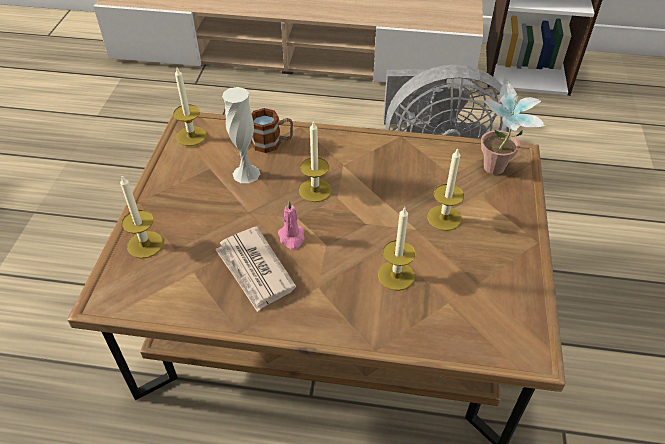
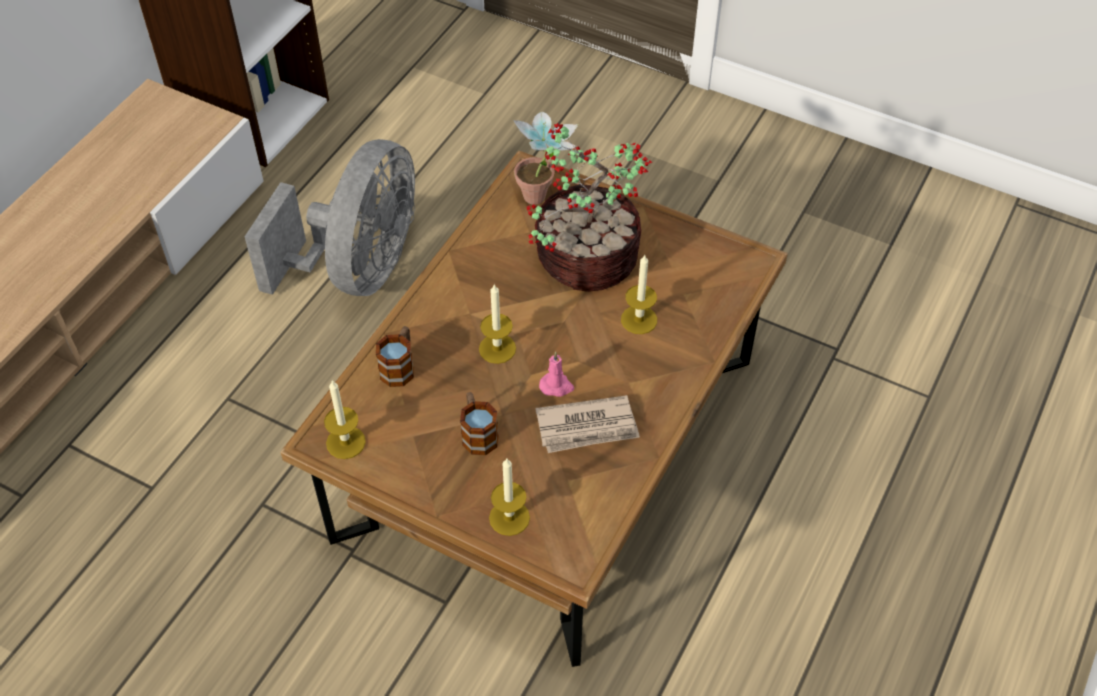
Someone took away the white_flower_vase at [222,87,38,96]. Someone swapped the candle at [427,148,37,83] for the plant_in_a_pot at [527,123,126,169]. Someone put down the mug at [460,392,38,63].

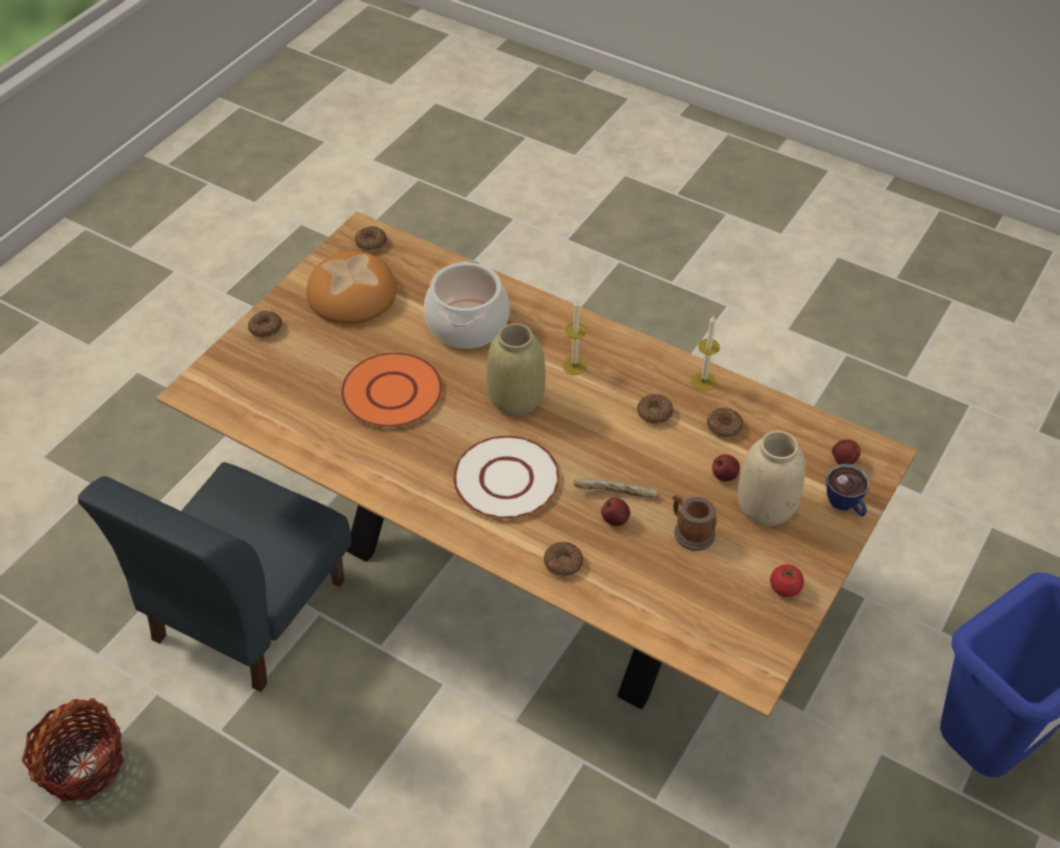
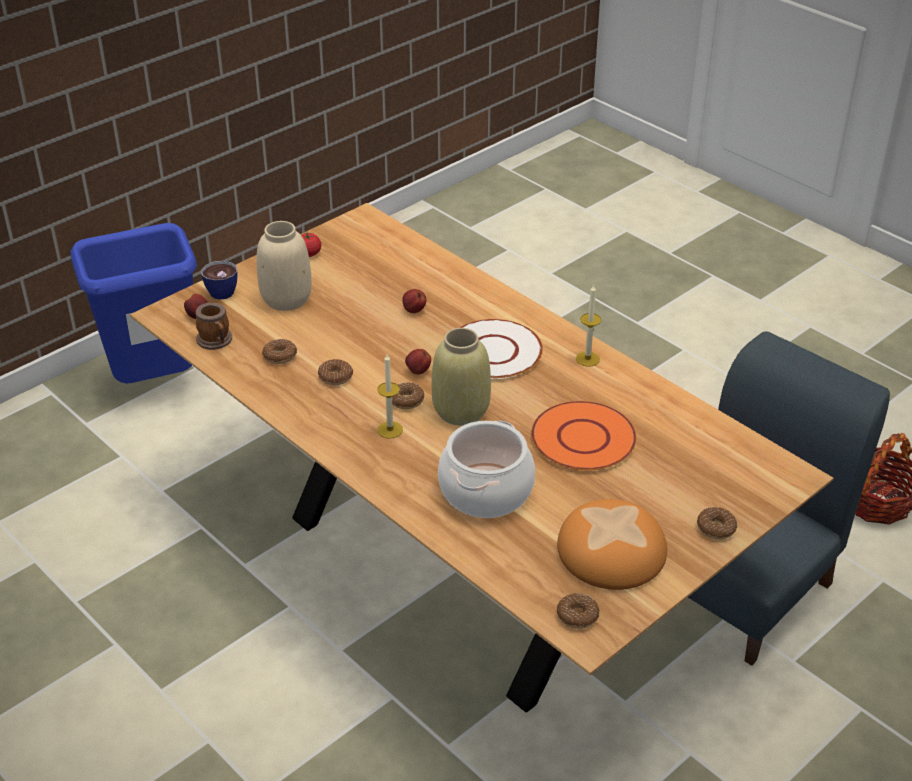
Someone carried the doughnut from [544,542,39,35] to [392,382,32,27]. Someone took away the baked_bread at [574,478,85,20]. Someone carried the mug from [673,495,44,56] to [196,303,36,47]. Someone carried the candle from [692,315,28,76] to [576,284,25,83]. Someone carried the apple from [712,454,28,27] to [405,349,26,26].

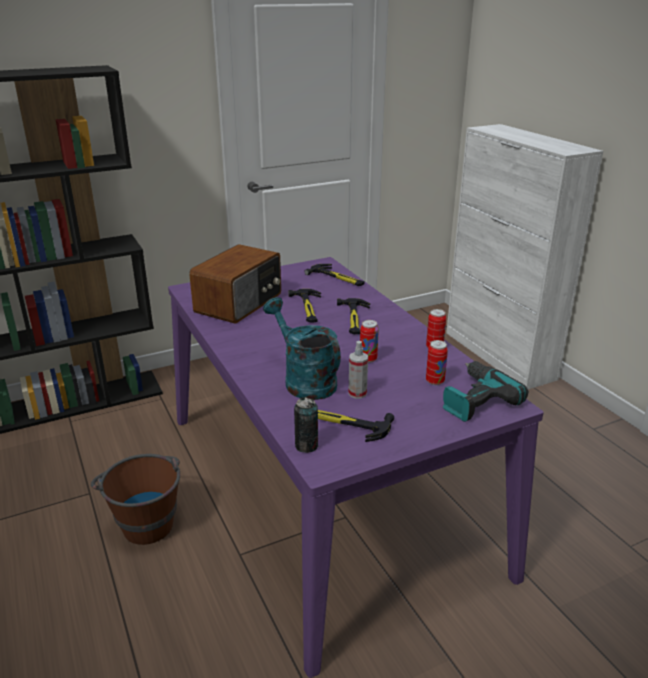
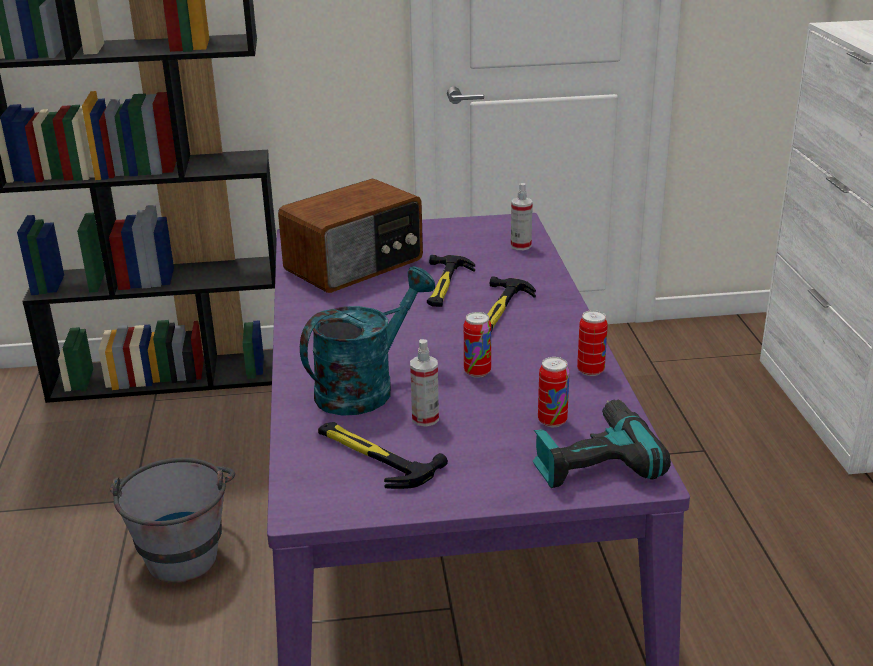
Someone repainted the brown_water_bucket at [91,454,89,91], which became the greyish_water_bucket at [110,457,125,126]. Someone rotated the turquoise-coloured_sprinkling_can at [263,297,78,103] by 60 degrees clockwise. Someone took away the can at [294,397,24,56]. Someone swapped the tool_hammer at [304,264,61,22] for the hand_sprayer at [511,183,22,67].

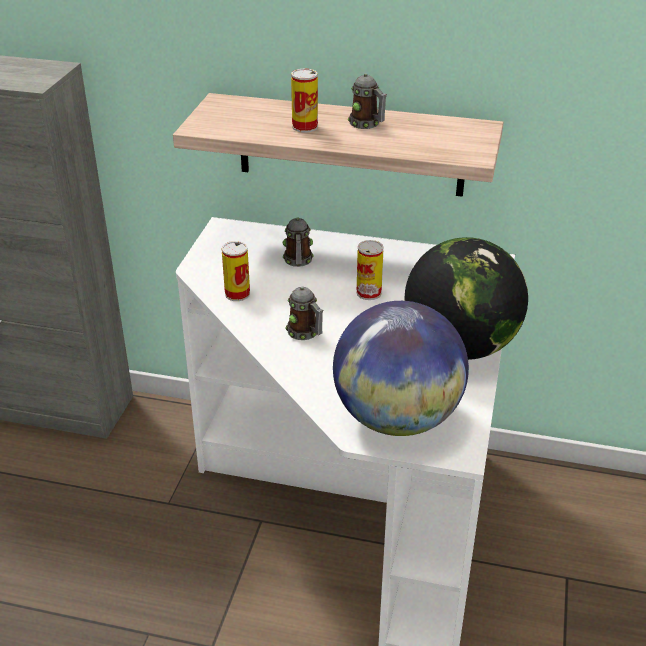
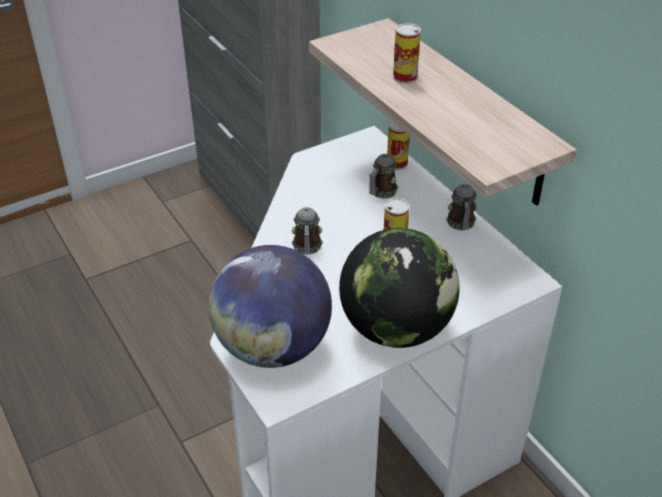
Someone carried the can from [222,241,28,60] to [387,121,23,49]. Someone carried the mug from [348,73,39,56] to [446,184,32,46].

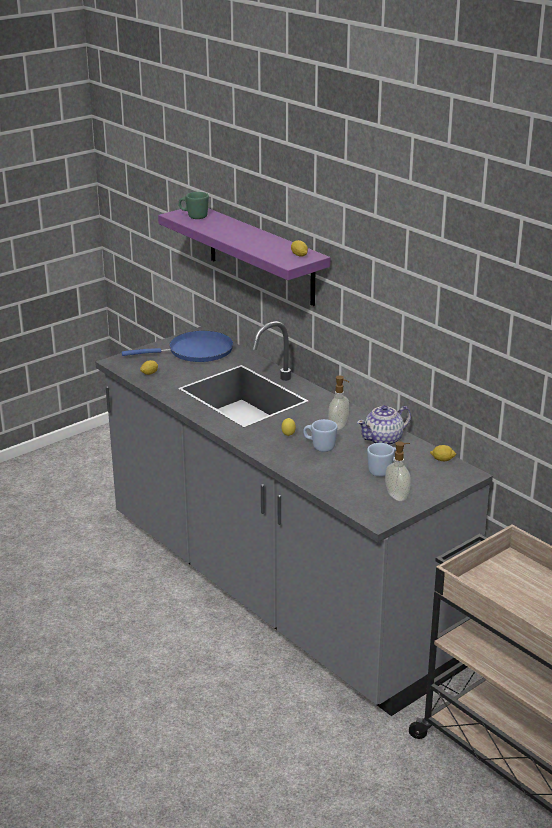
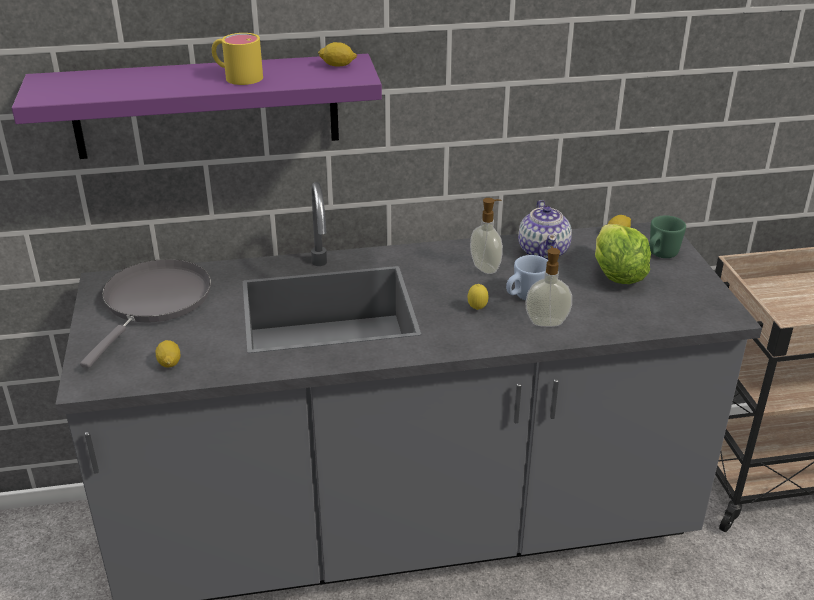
Someone repainted the blue-coloured_frying_pan at [122,331,112,31], which became the greyish_frying_pan at [80,259,131,109]. Someone carried the green_mug from [179,192,30,27] to [649,215,37,43]. Someone swapped the blue-coloured_mug at [367,443,29,34] for the lettuce_head at [595,224,56,60]. Someone carried the liquid_soap_bottle from [385,441,26,60] to [525,246,47,81]. Someone put down the yellow_mug at [212,33,51,52].

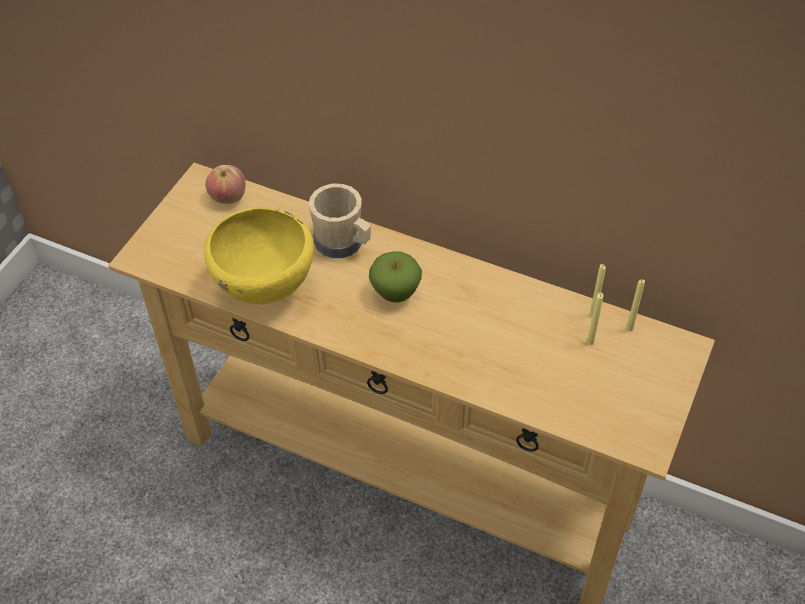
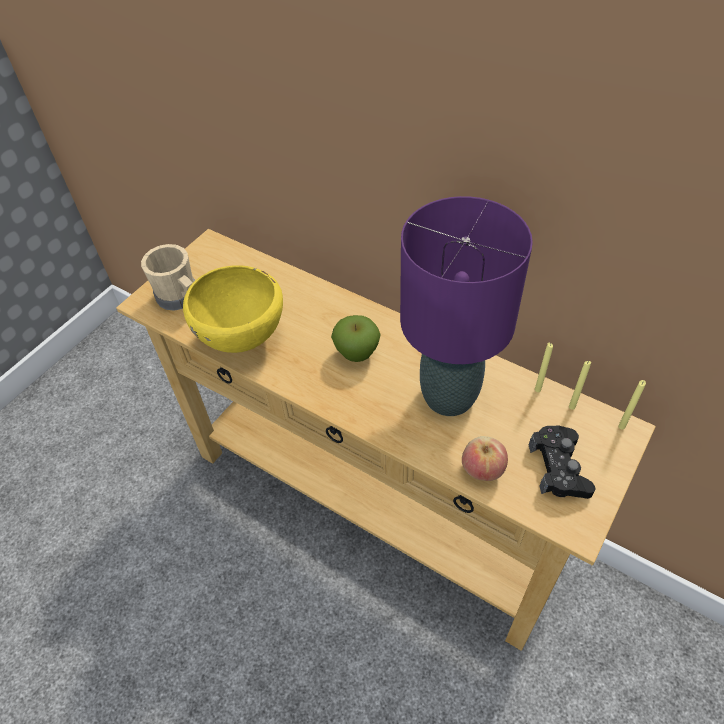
Someone carried the apple from [205,165,41,39] to [462,436,46,45]. Someone carried the beige_mug from [309,184,62,74] to [141,244,54,67]. Someone carried the yellow_candle from [587,292,16,53] to [618,380,28,50]. Someone put down the purple-coloured_table_lamp at [400,196,133,220]. Someone put down the black_game_controller at [529,425,67,74].

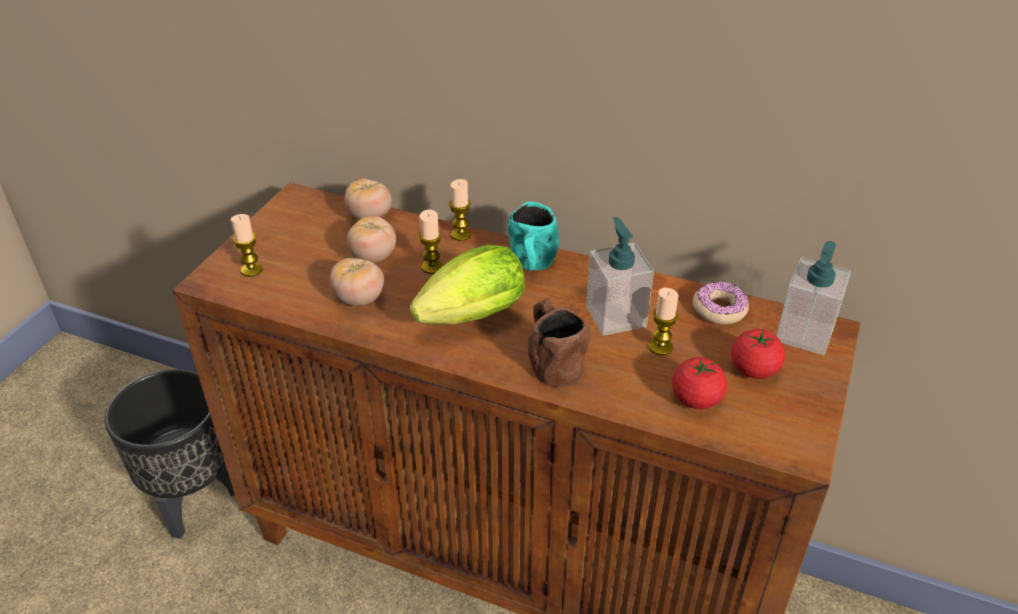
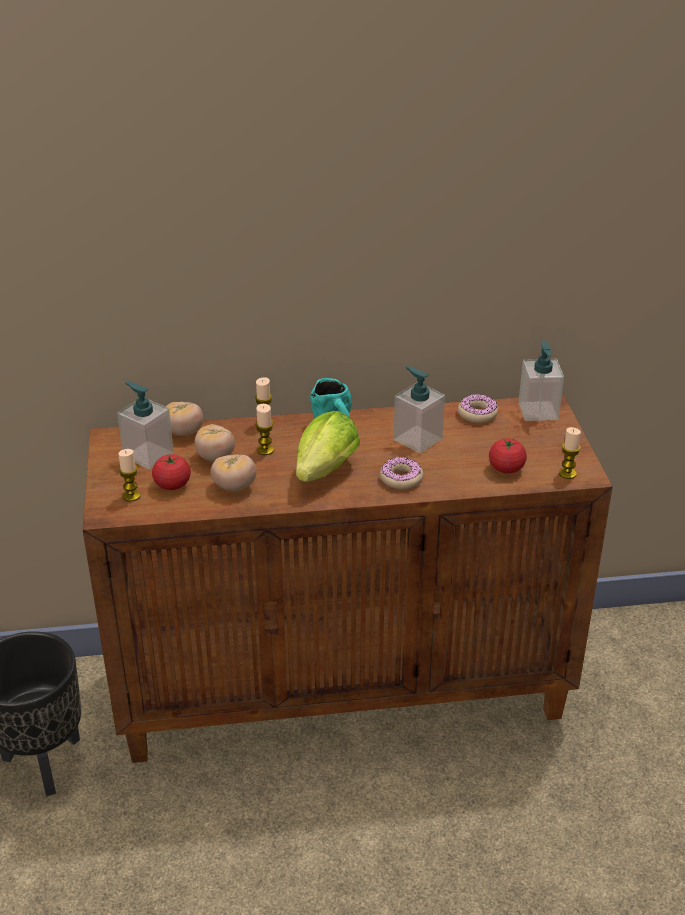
Someone swapped the brown_mug at [528,298,62,89] for the doughnut at [380,457,43,32]. Someone carried the candle from [649,288,29,67] to [559,427,22,52]. Someone carried the whole_tomato from [731,329,54,50] to [152,454,39,36]. Someone put down the liquid_soap_bottle at [117,382,57,87].

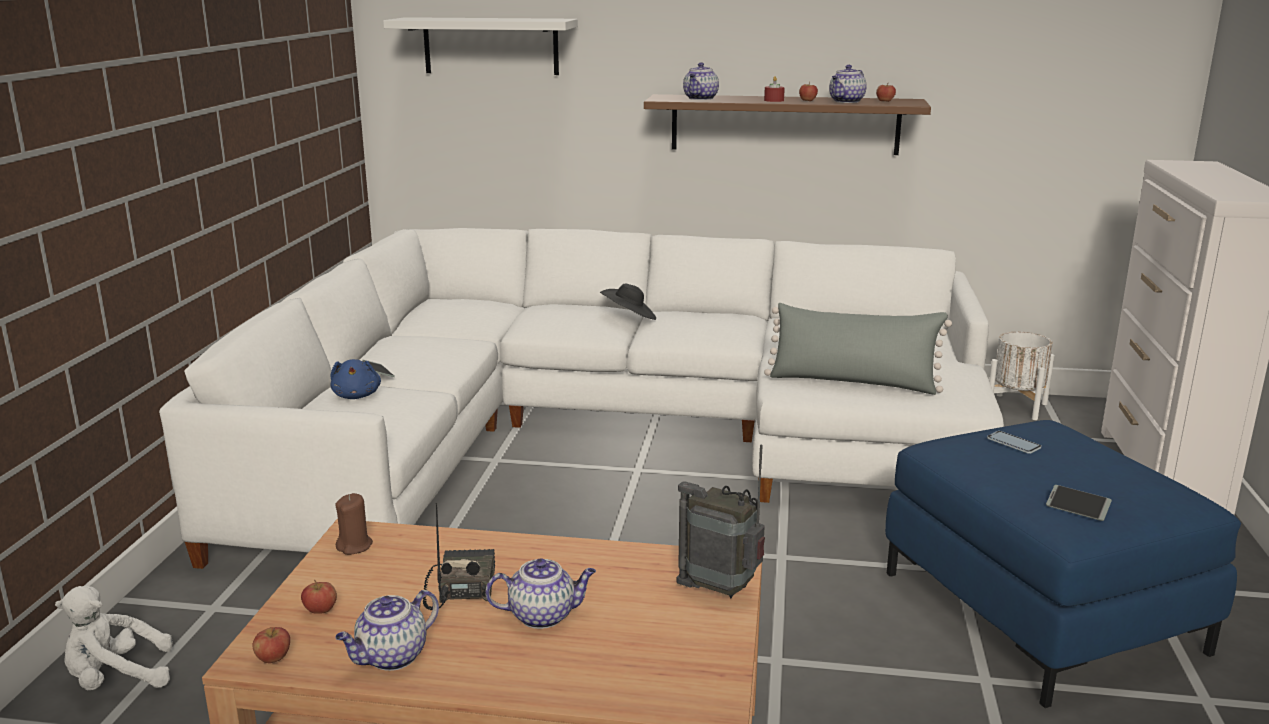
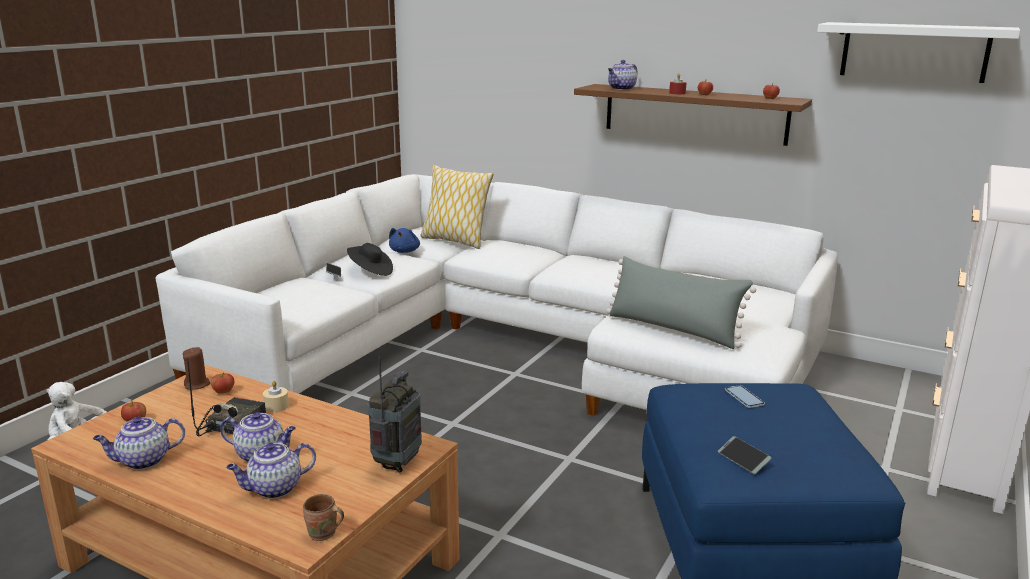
Someone carried the apple from [253,627,37,36] to [211,372,23,22]. Someone carried the blue-coloured_plush_toy from [330,359,51,40] to [389,228,31,25]. Someone carried the white_wall_shelf from [383,17,195,58] to [817,22,203,61]. Someone carried the black_hat from [600,283,56,37] to [347,243,46,33]. Someone rotated the radio at [676,444,89,154] by 60 degrees clockwise. Someone carried the tea_pot from [829,65,38,38] to [226,443,90,56]. Someone took away the white_plant_pot at [989,332,66,88]. Someone put down the beige_candle at [263,381,26,31]. Someone put down the brown_mug at [303,494,41,47]. Someone put down the cushion at [420,165,73,84].

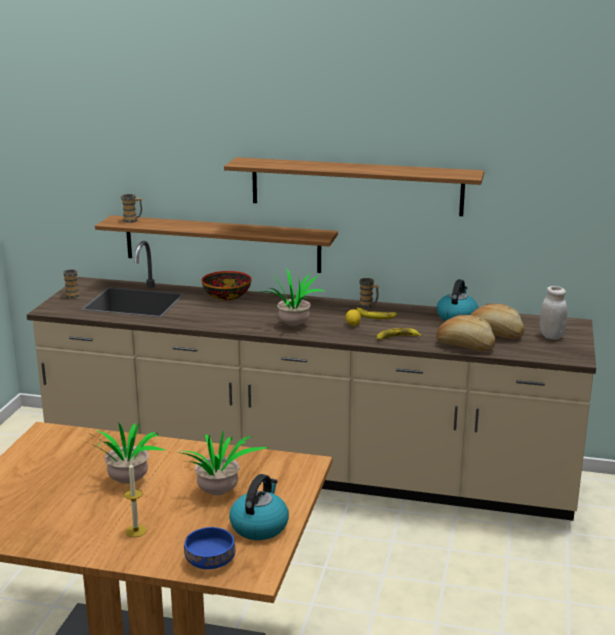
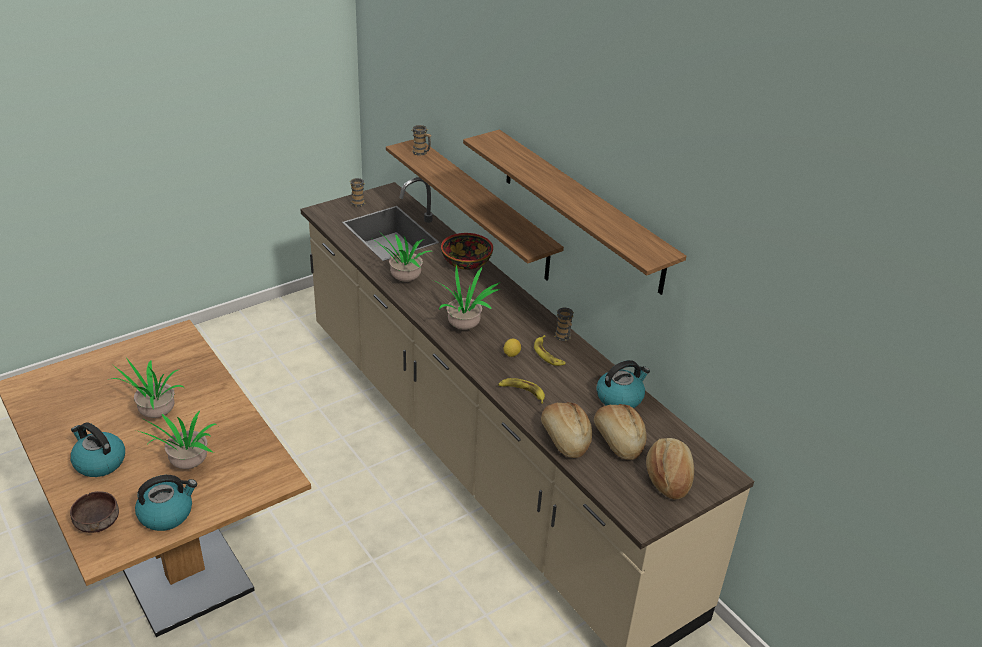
Someone swapped the candle at [124,463,23,74] for the water_kettle at [70,422,55,55]. Someone repainted the blue-coloured_deep_dish at [184,527,52,42], which became the brown_deep_dish at [70,491,49,42]. Someone swapped the white_jar at [540,286,28,54] for the baked_bread at [646,438,48,62]. Someone put down the plant_in_a_pot at [373,233,60,49].

